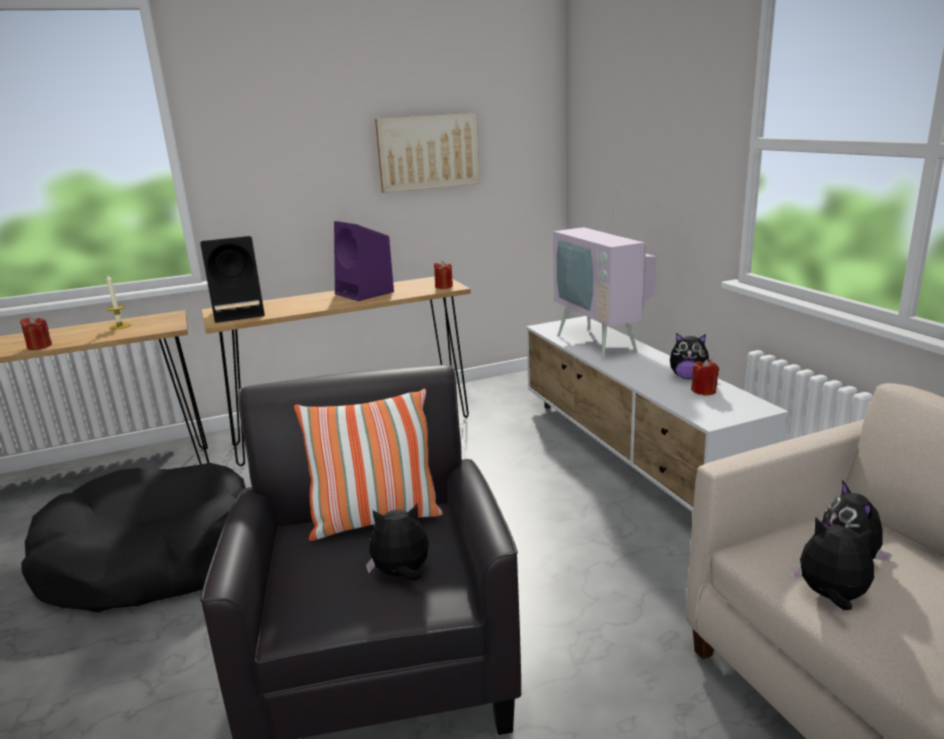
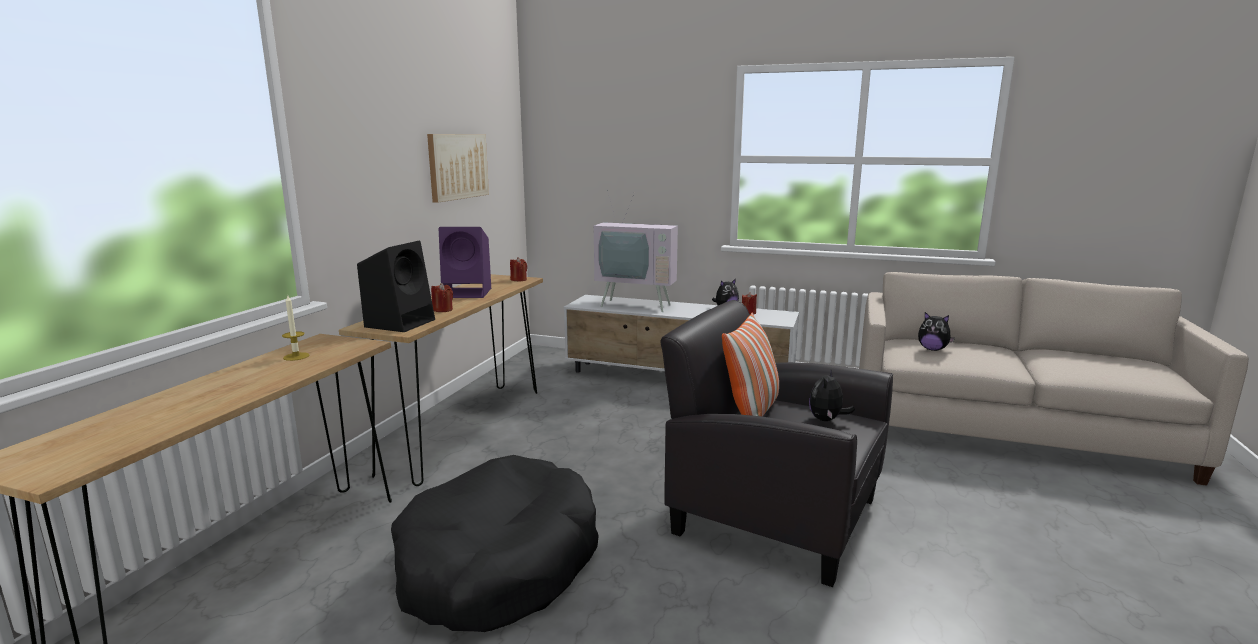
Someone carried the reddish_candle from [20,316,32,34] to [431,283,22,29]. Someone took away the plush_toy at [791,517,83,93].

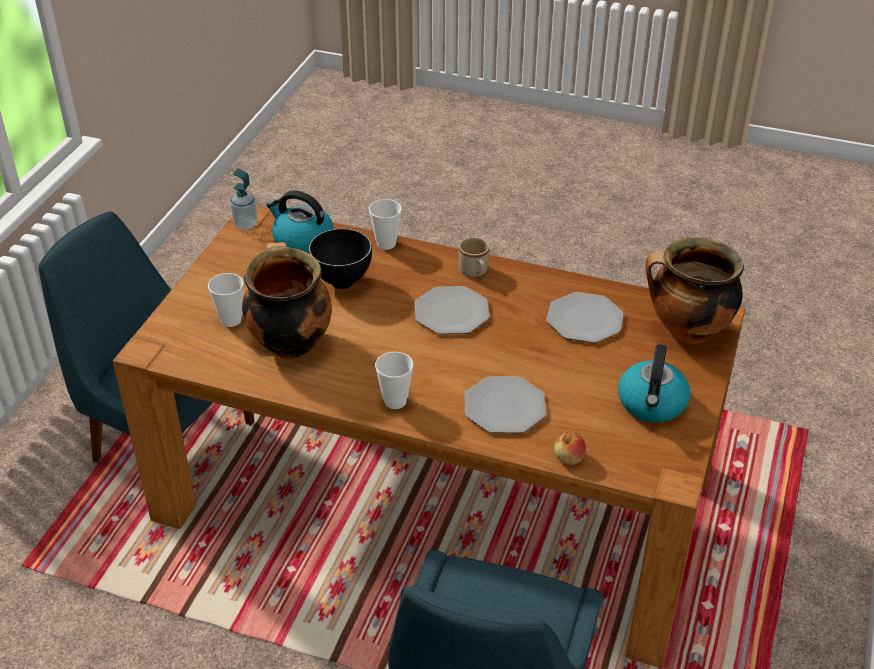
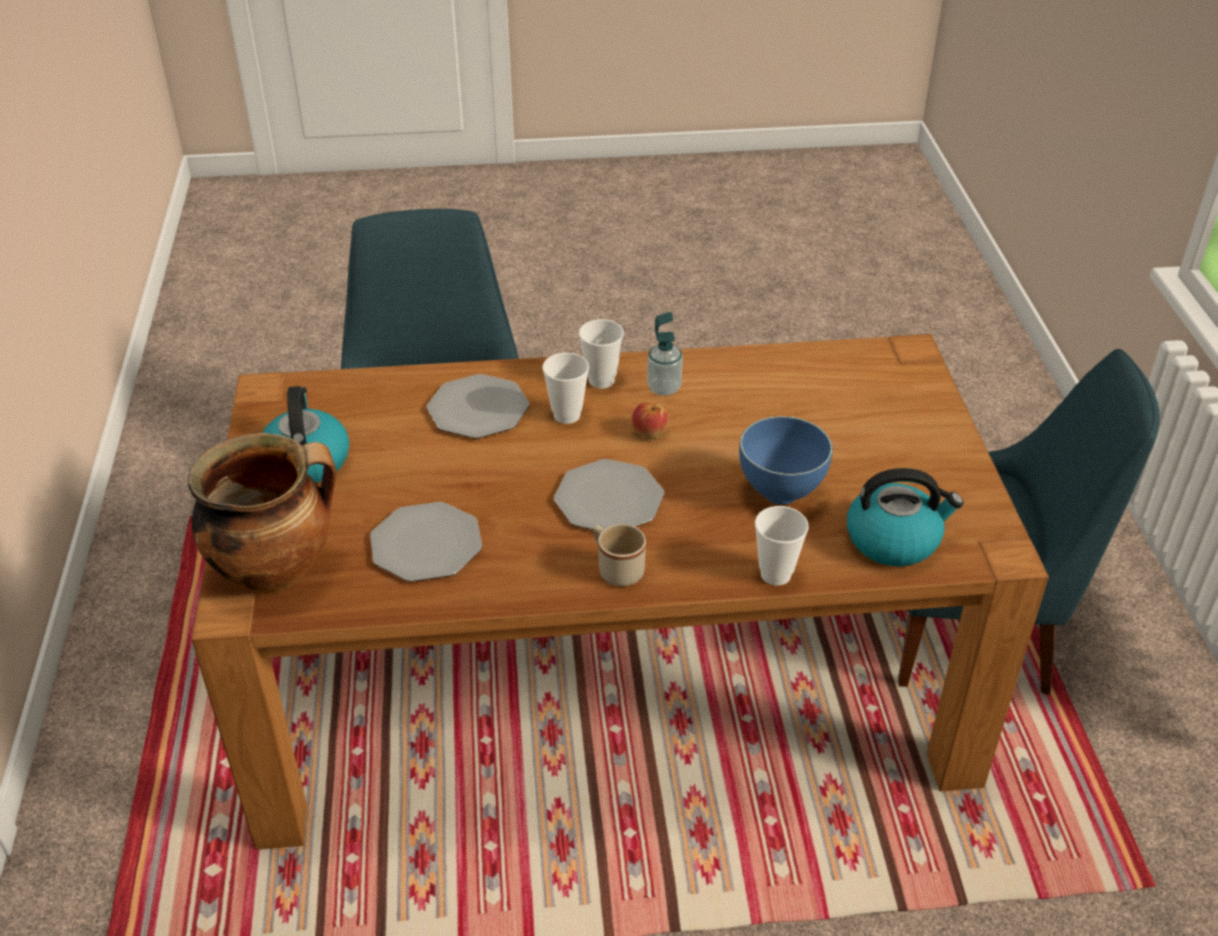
Someone carried the drinking_cup from [208,273,36,54] to [542,353,47,71]. Someone carried the liquid_soap_bottle from [230,169,28,60] to [647,312,36,84]. Someone took away the stockpot at [242,242,90,117]. Someone repainted the black_deep_dish at [309,228,63,61], which became the blue-coloured_deep_dish at [739,416,94,89]. Someone carried the apple from [554,431,32,34] to [632,403,37,36].

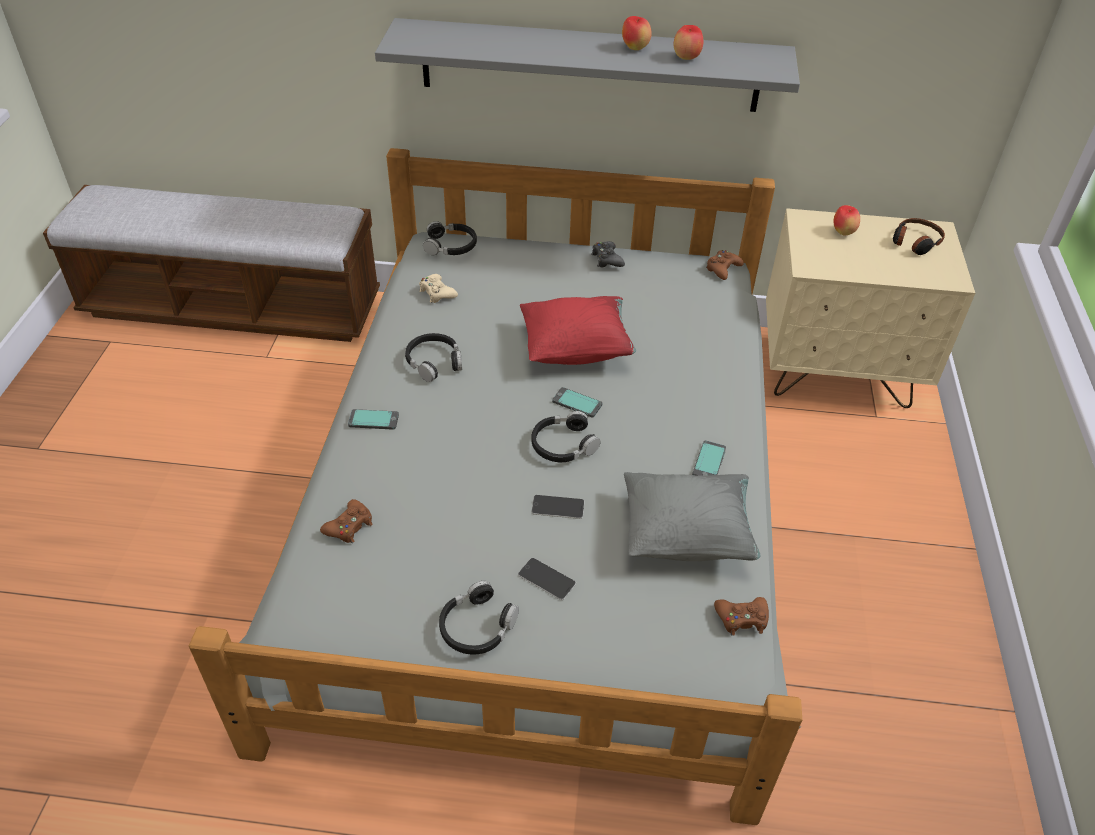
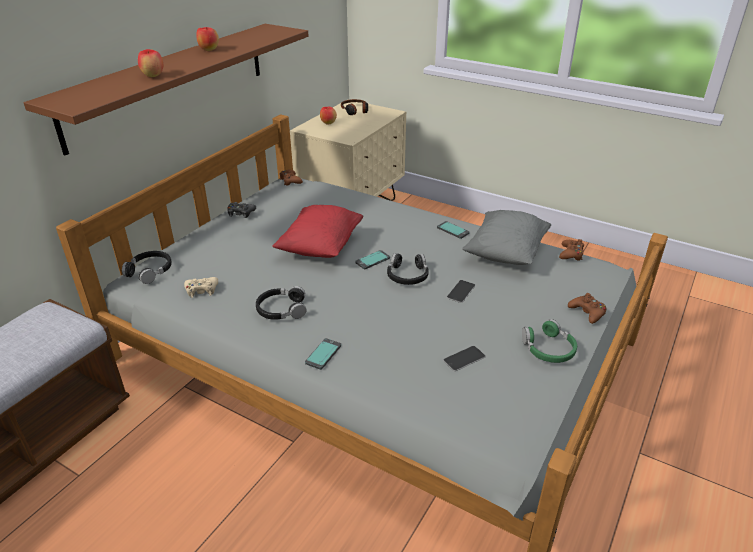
Someone carried the brown_game_controller from [320,499,53,44] to [568,293,38,31]. Someone repainted the greyish_wall_shelf at [375,18,425,94], which became the brown_wall_shelf at [24,24,285,131]. Someone repainted the black_pair_of_headphones at [439,581,80,74], which became the green_pair_of_headphones at [522,319,55,44]. Someone carried the telephone from [518,558,58,42] to [443,346,43,25]. Someone carried the apple from [673,25,30,35] to [138,49,25,28].

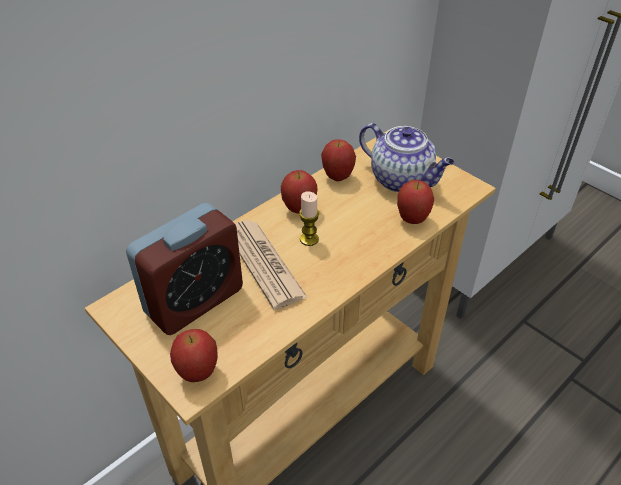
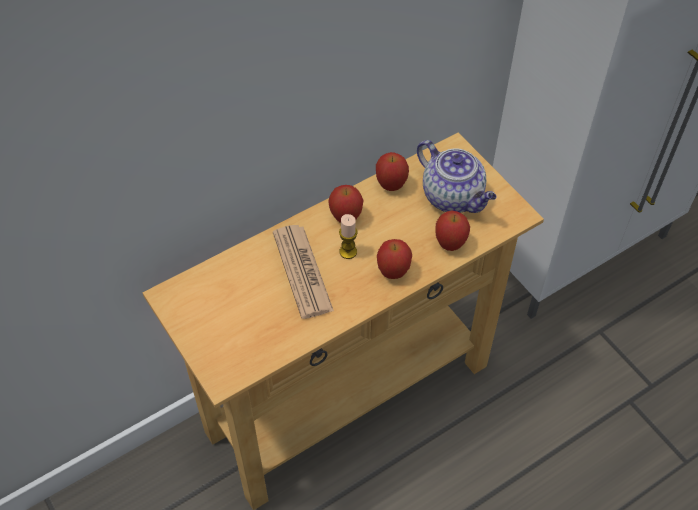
Someone took away the alarm_clock at [126,203,117,132]. Someone carried the apple from [170,329,48,53] to [377,239,35,40].

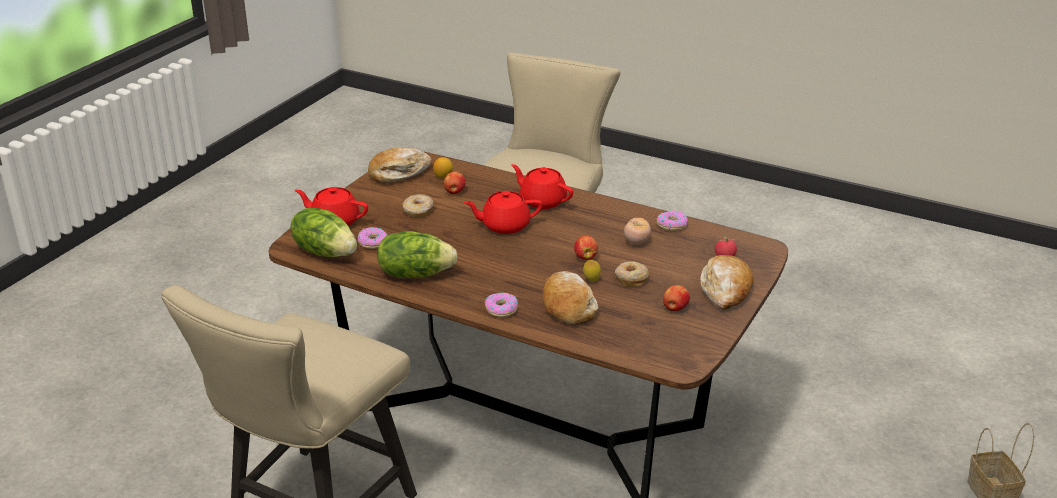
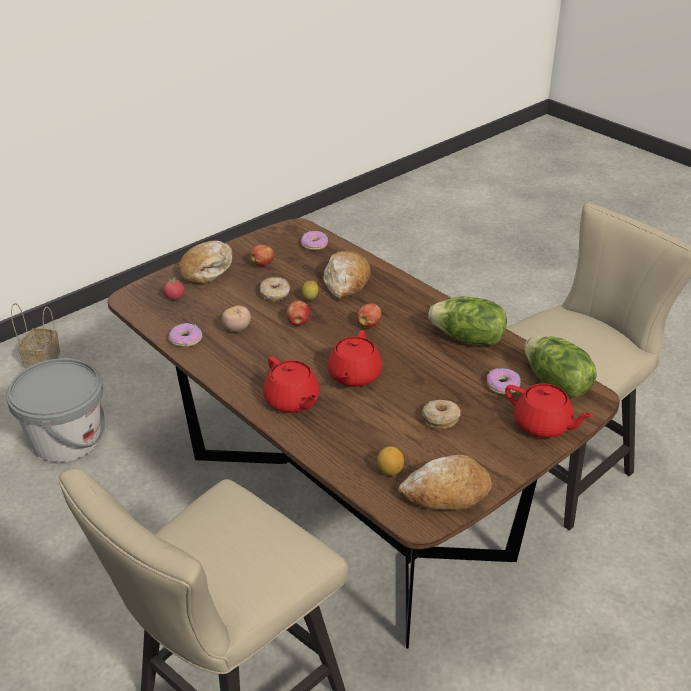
Someone carried the apple from [444,171,22,23] to [357,303,25,25]. Someone rotated the reddish_tea_pot at [464,191,79,43] by 90 degrees clockwise. Someone carried the doughnut from [485,293,33,24] to [301,231,27,19]. Someone put down the greyish_water_bucket at [6,358,99,104].

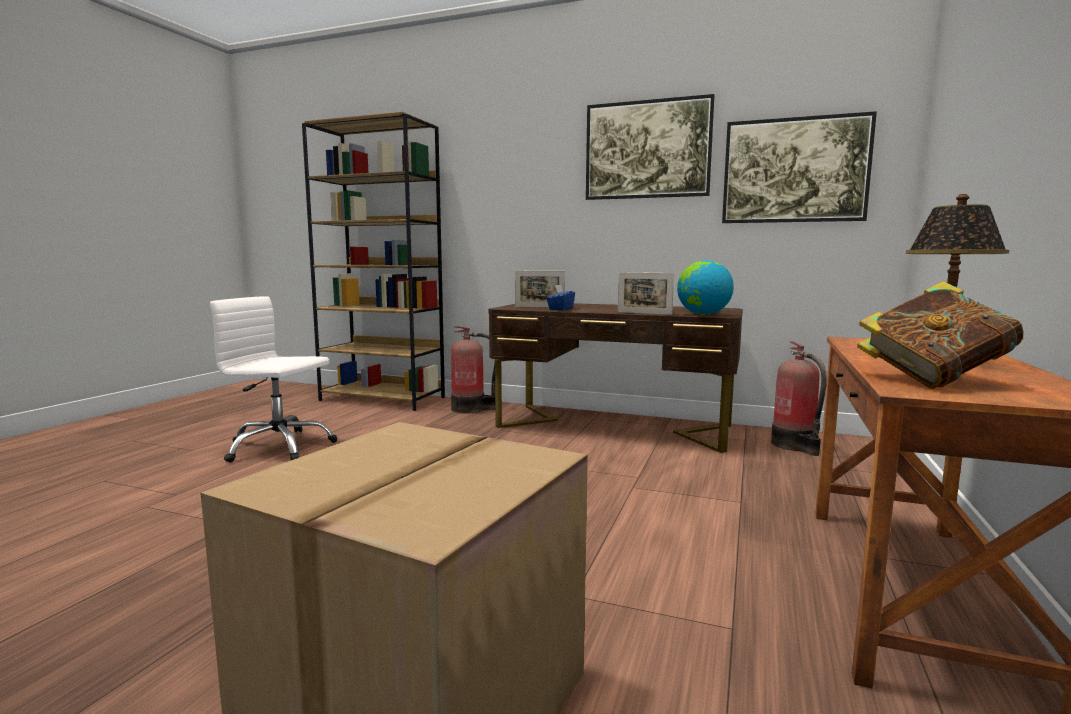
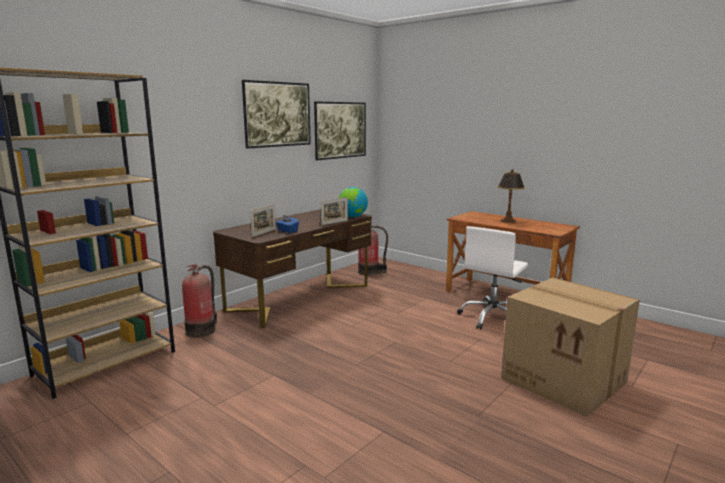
Someone carried the white_desk_chair from [210,296,127,167] to [457,226,71,103]. Someone took away the book at [857,281,166,108].

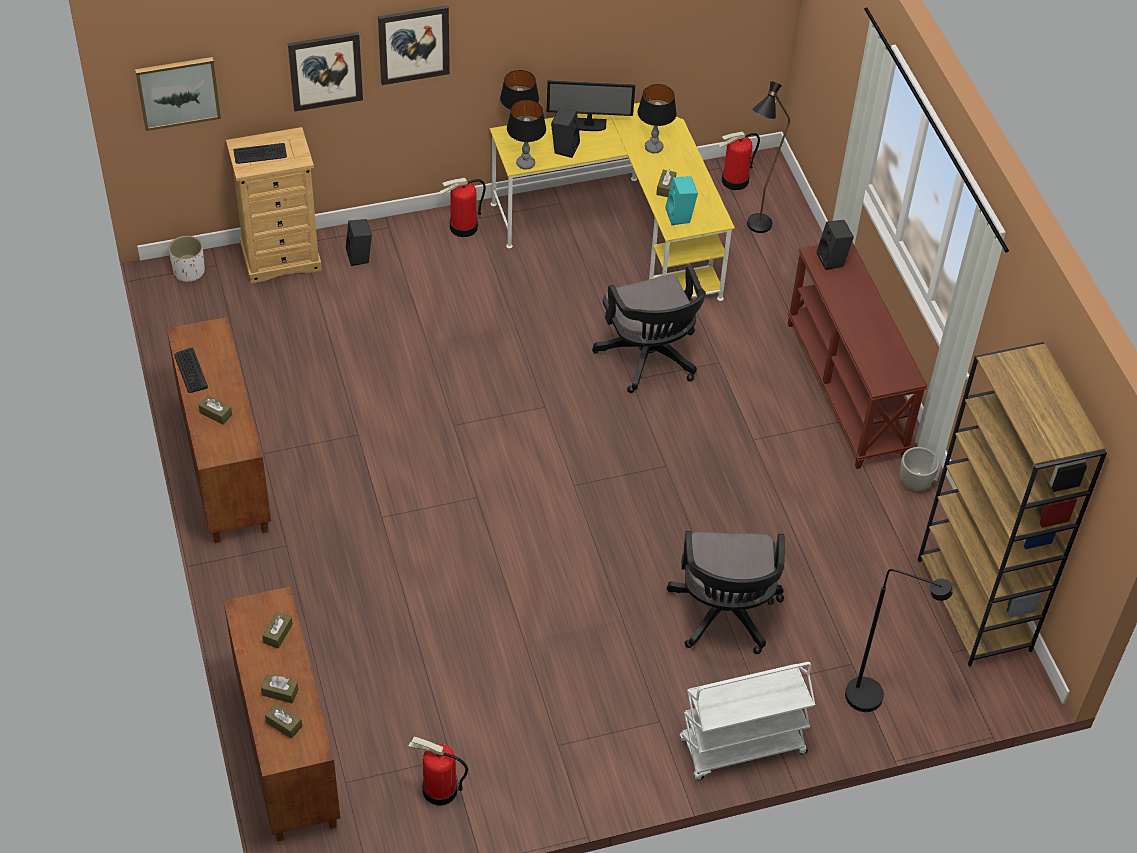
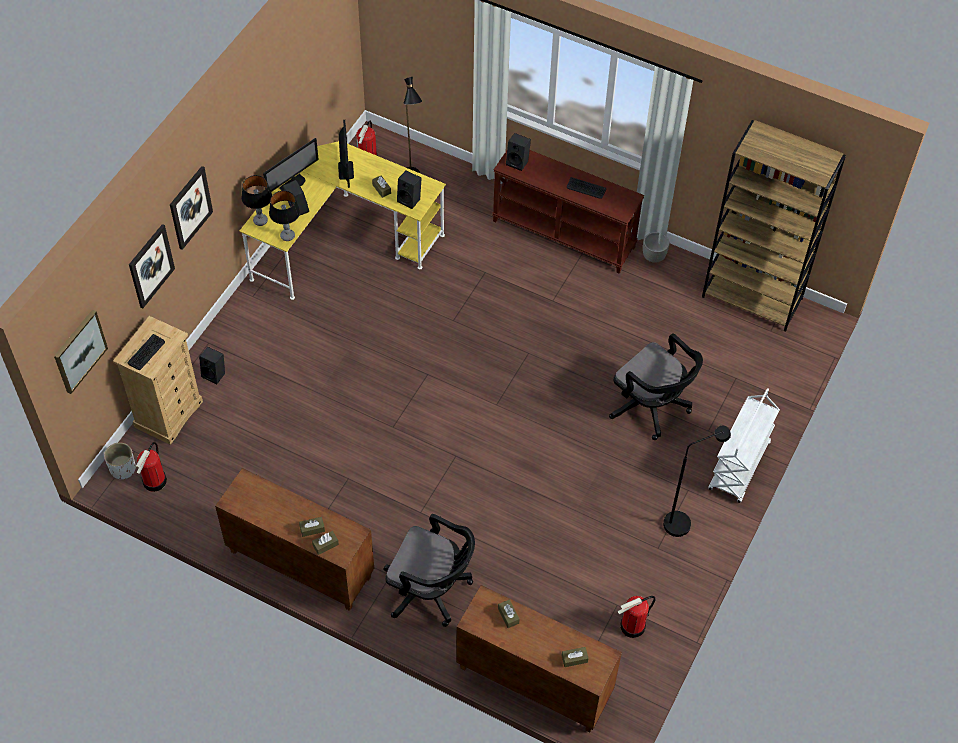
Someone carried the PC_keyboard from [175,348,33,45] to [567,177,39,22]. Someone carried the brown_tissue_holder from [261,674,37,29] to [312,531,27,24]. Someone carried the fire-fighting_cylinder from [440,178,46,59] to [136,442,31,50]. Someone carried the black_desk_chair from [592,266,114,127] to [384,514,91,113]. Someone swapped the table_lamp at [637,84,40,69] for the computer_display at [338,120,16,68]. Someone repainted the turquoise-coloured_speaker at [665,176,33,49], which became the black_speaker at [397,171,25,38]. Someone carried the black_standing_lamp from [845,569,108,143] to [663,426,68,111].

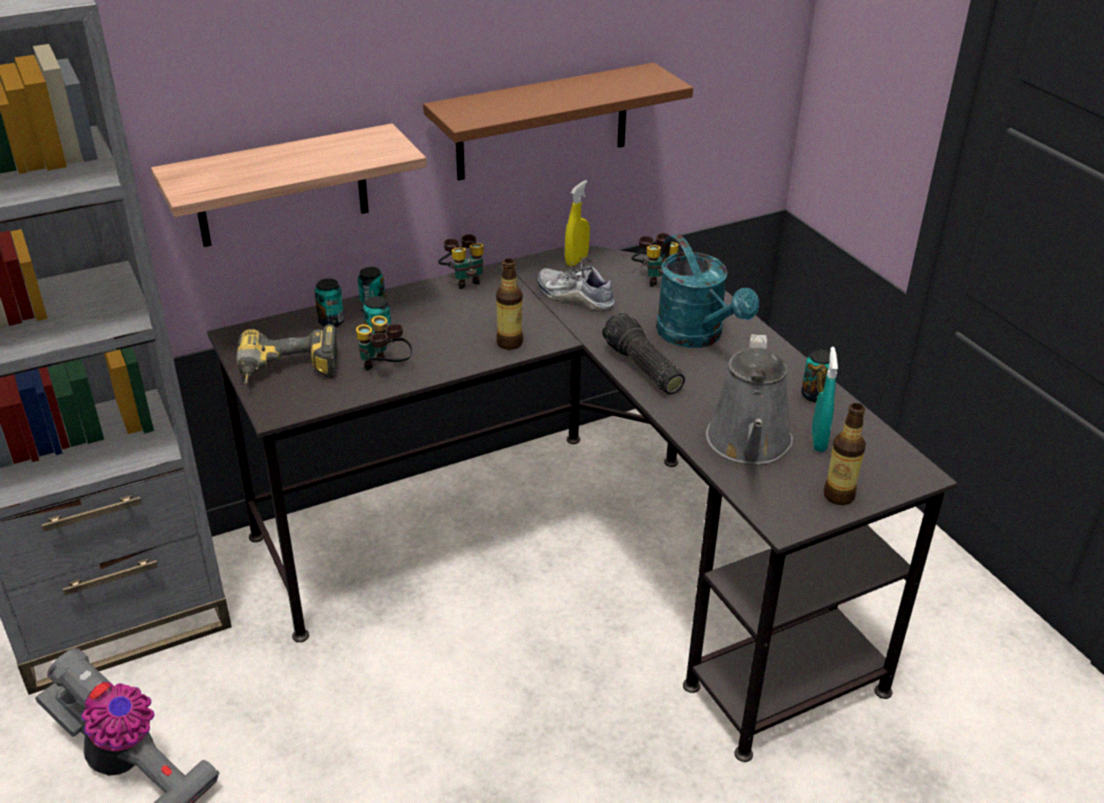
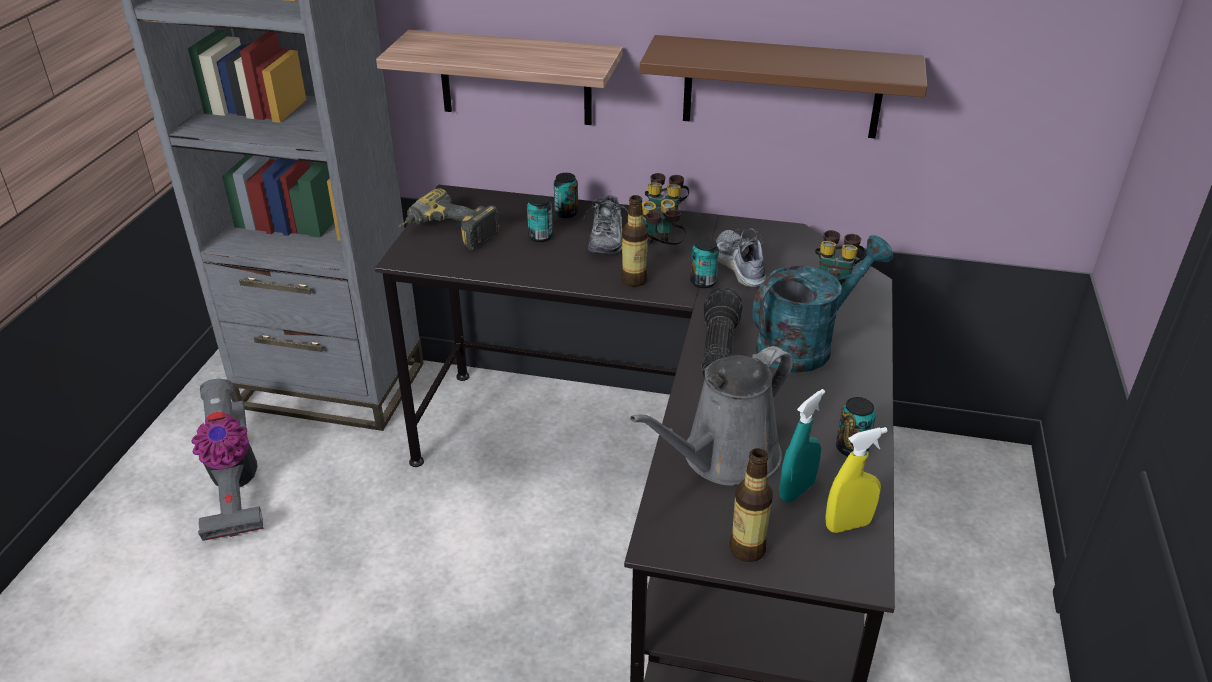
Someone carried the can from [314,279,30,48] to [690,238,29,50]. Someone carried the field_glasses from [356,316,56,55] to [642,199,44,46]. Someone carried the yellow_hand_sprayer from [565,180,25,86] to [825,427,63,106]. Someone rotated the turquoise-coloured_sprinkling_can at [656,234,103,114] by 135 degrees counterclockwise. Someone put down the shoe at [584,192,44,62].

